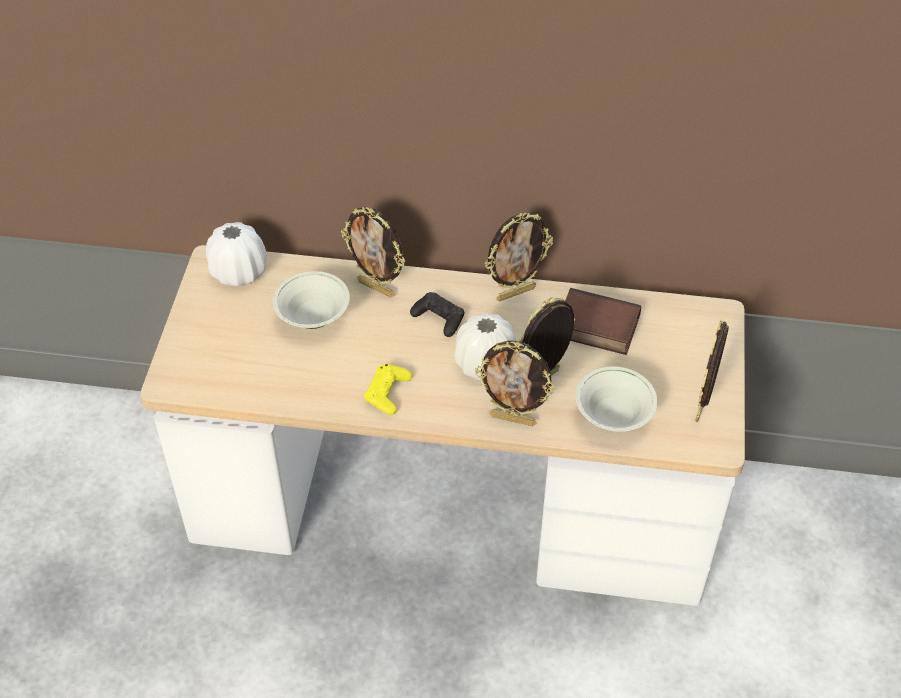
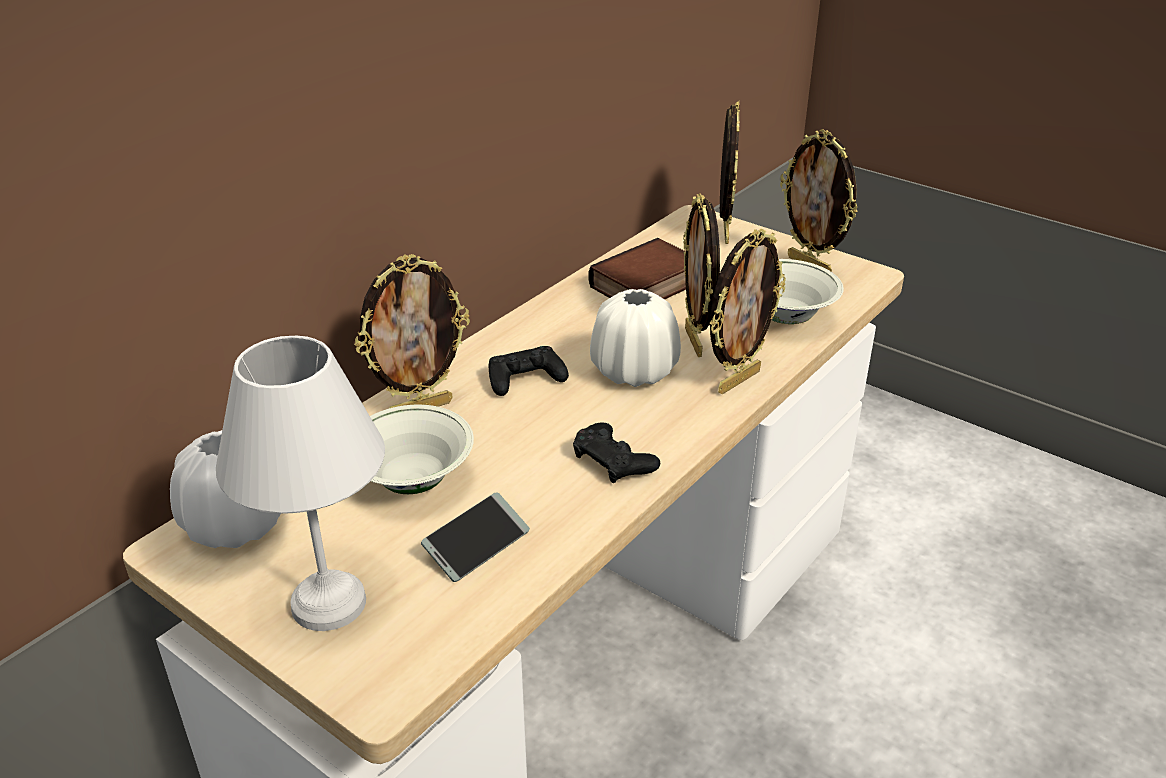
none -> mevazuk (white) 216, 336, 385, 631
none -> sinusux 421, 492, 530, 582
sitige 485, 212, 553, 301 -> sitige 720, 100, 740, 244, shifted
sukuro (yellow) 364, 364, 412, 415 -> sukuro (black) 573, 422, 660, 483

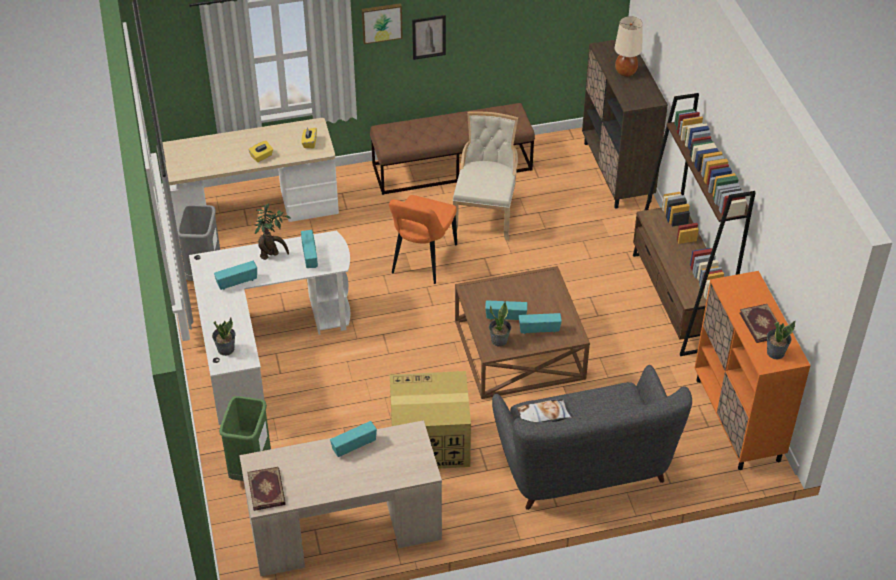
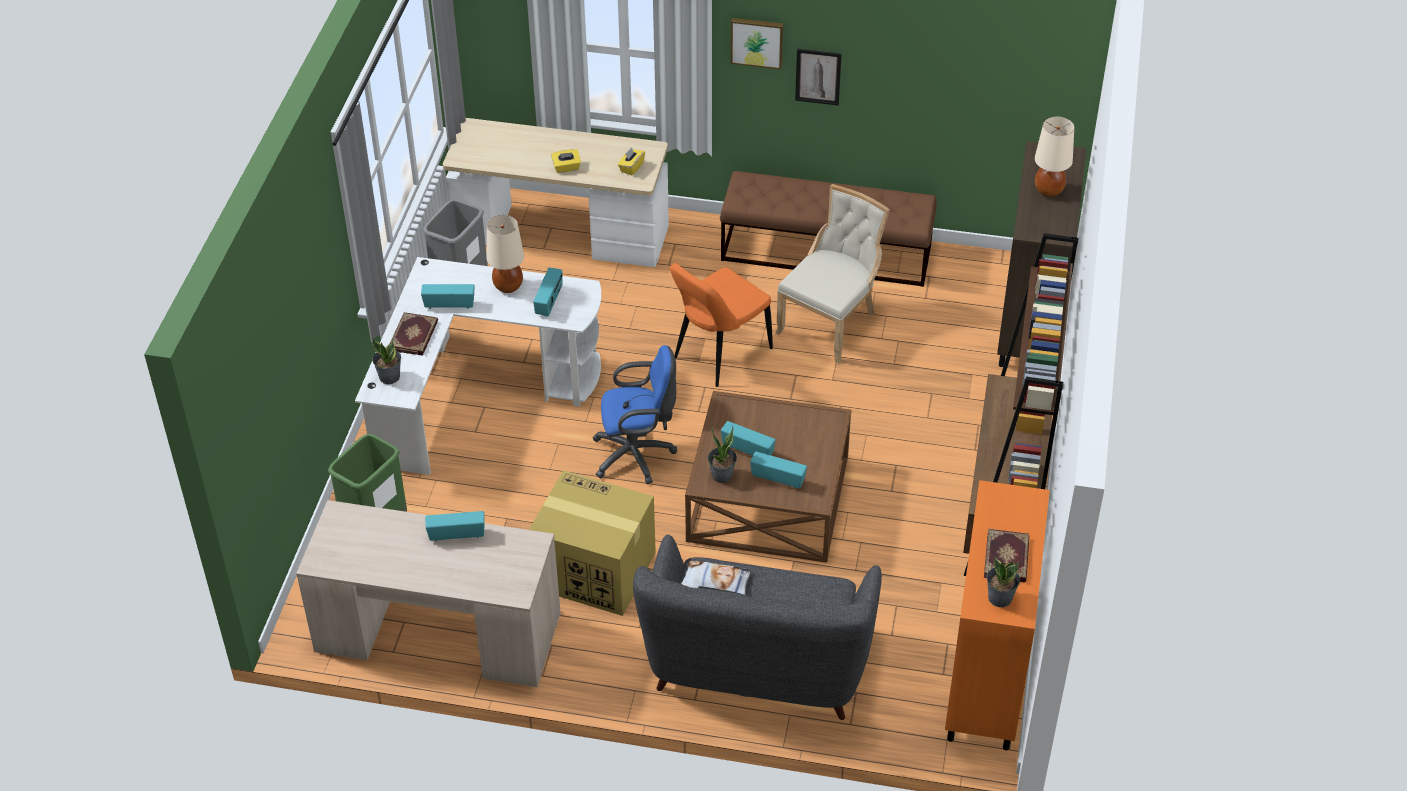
none -> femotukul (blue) 593, 345, 677, 484
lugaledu 247, 467, 286, 511 -> lugaledu 390, 312, 438, 355, shifted
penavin 255, 204, 291, 260 -> mevazuk (beige) 487, 215, 524, 293

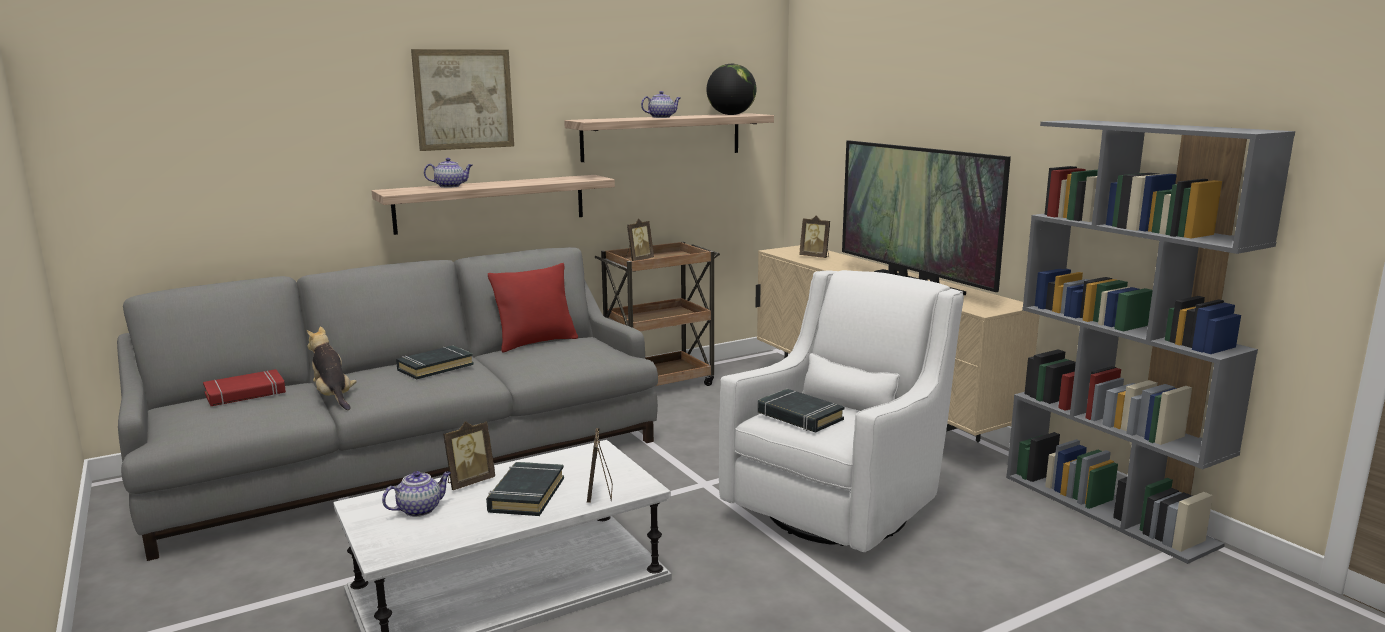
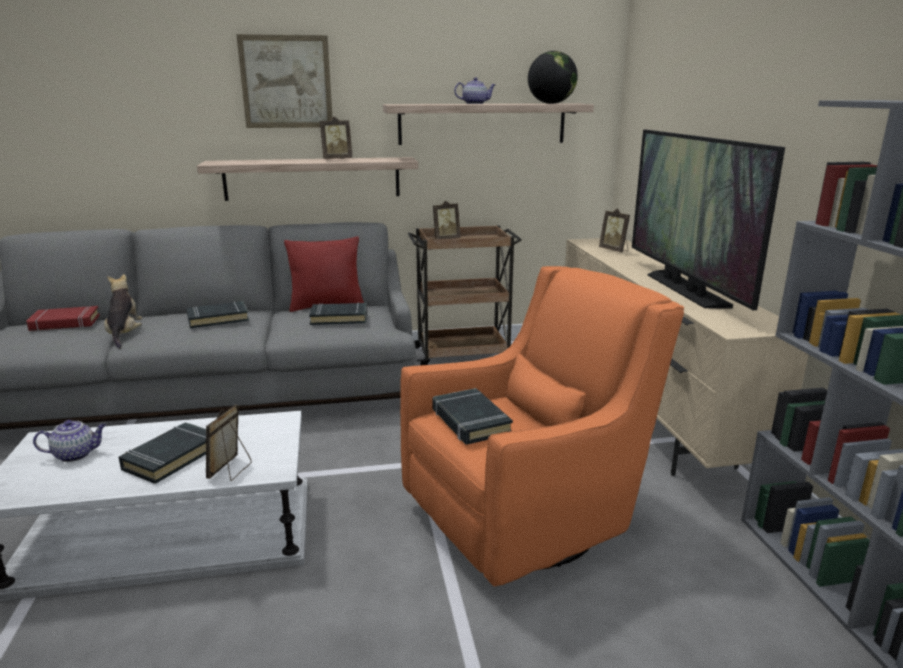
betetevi 424, 158, 473, 188 -> none
none -> lugaledu (black) 309, 303, 367, 325
sitige 443, 421, 495, 490 -> sitige 320, 116, 352, 159, shifted
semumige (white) 719, 270, 964, 552 -> semumige (orange) 400, 266, 684, 586

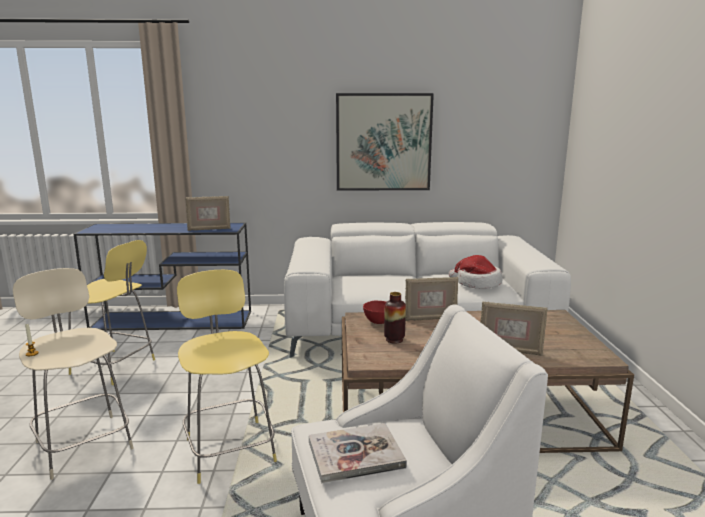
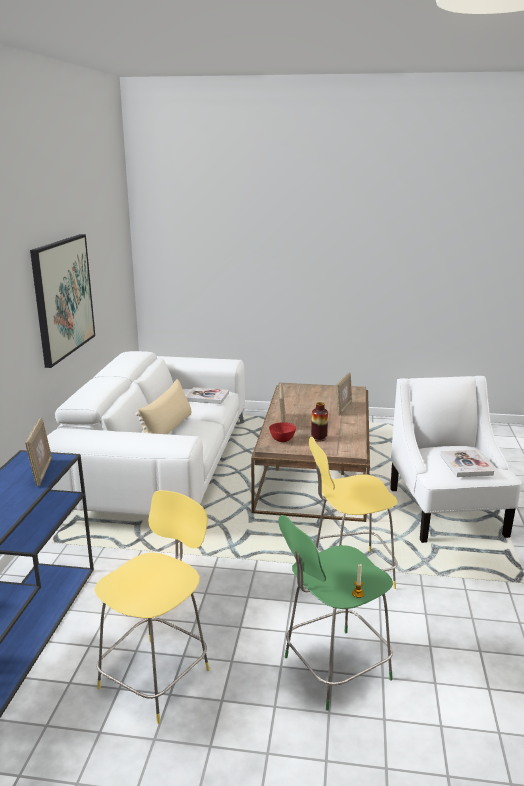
none -> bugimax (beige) 136, 379, 191, 434
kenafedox 449, 255, 502, 289 -> lugaledu 186, 387, 229, 404
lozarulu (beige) 13, 268, 134, 480 -> lozarulu (green) 278, 515, 393, 711

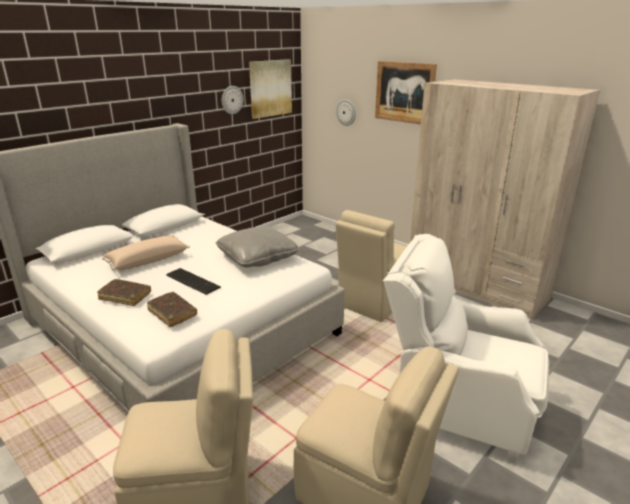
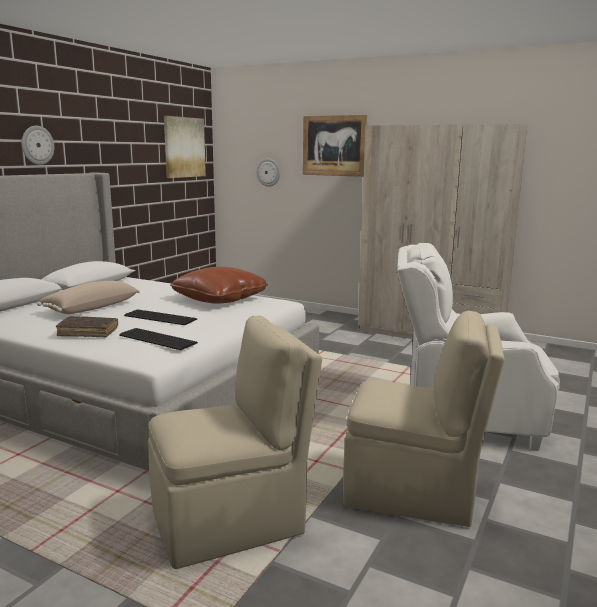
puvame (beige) 336, 210, 407, 322 -> none
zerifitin 221, 86, 243, 114 -> zerifitin 22, 126, 54, 165, shifted
lugaledu (brown) 147, 292, 197, 327 -> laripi 119, 328, 198, 350
bugimax (grey) 216, 226, 299, 267 -> bugimax (brown) 170, 267, 268, 304

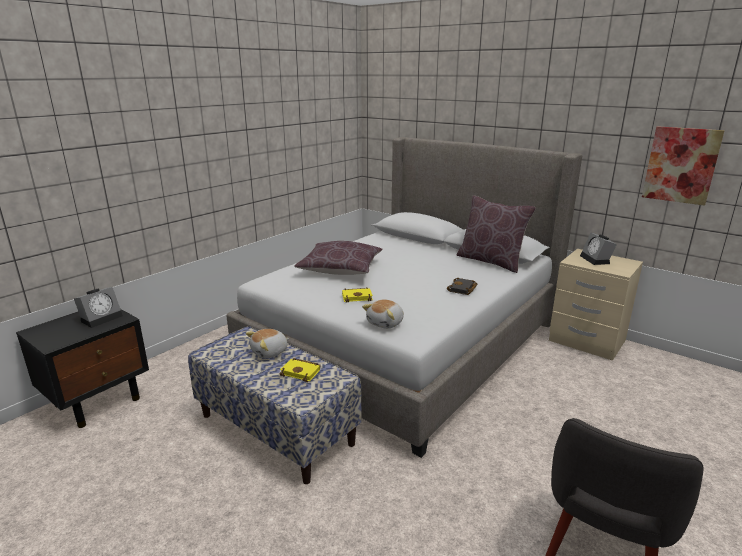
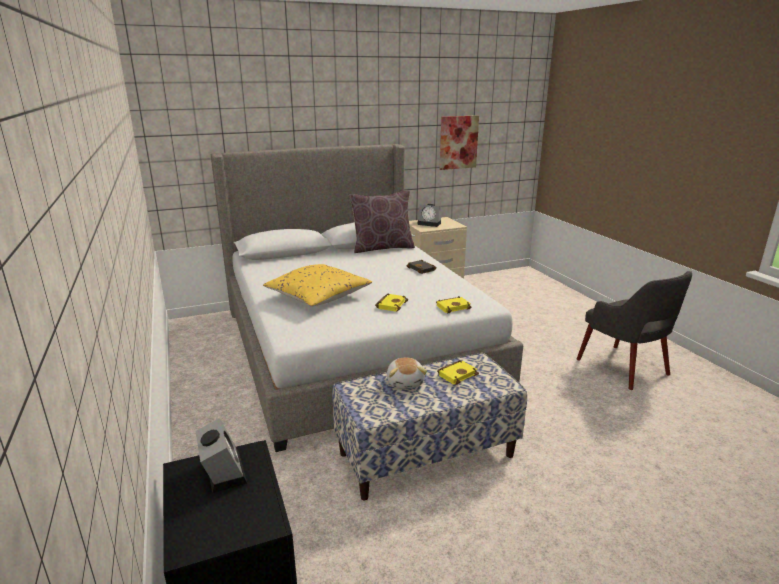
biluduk 362, 300, 404, 329 -> lugaledu (yellow) 436, 296, 471, 313
bugimax (brown) 294, 241, 383, 275 -> bugimax (yellow) 263, 264, 372, 307

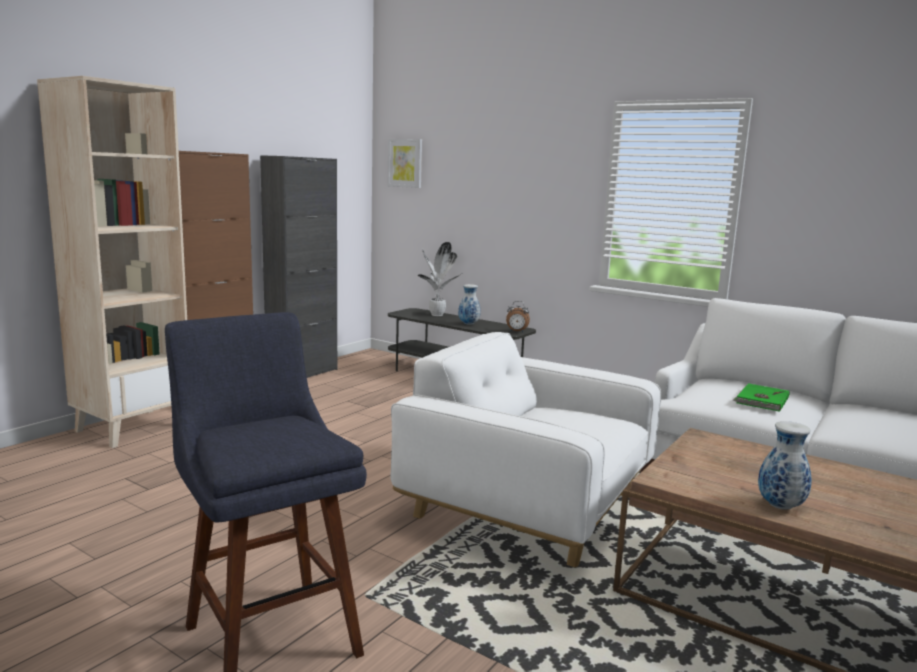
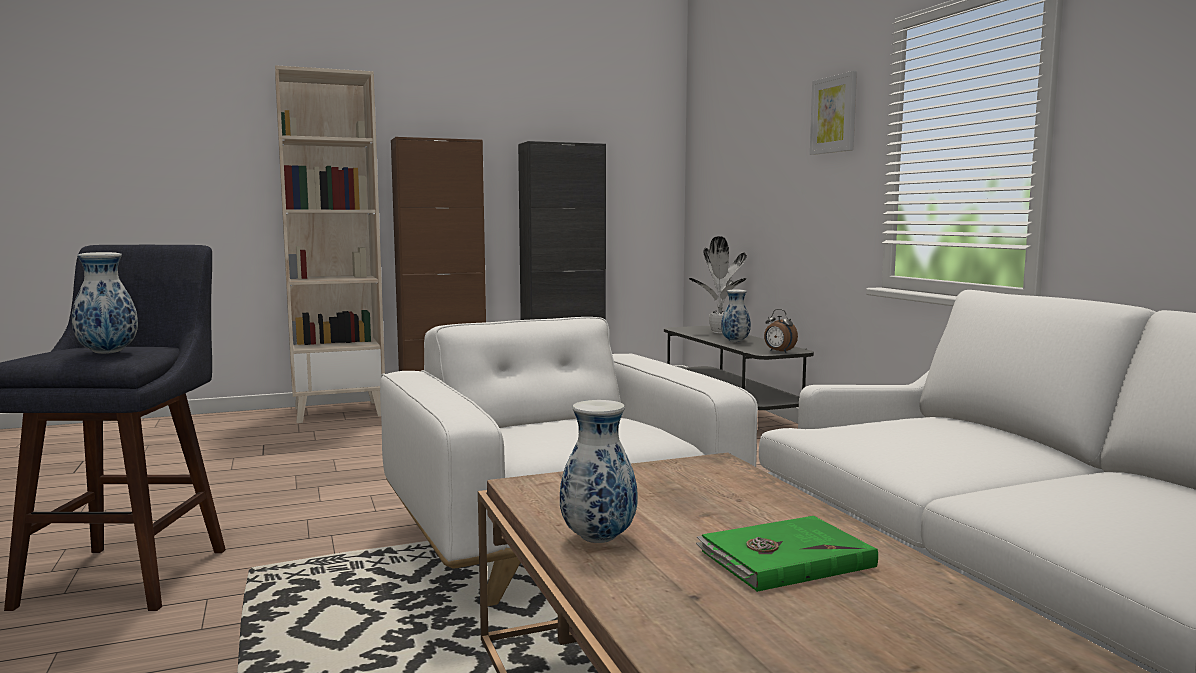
none -> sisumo 72, 252, 138, 354
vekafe 388, 139, 422, 188 -> vekafe 810, 71, 857, 155, shifted
lugaledu (green) 733, 383, 790, 412 -> lugaledu (green) 696, 516, 878, 592, shifted

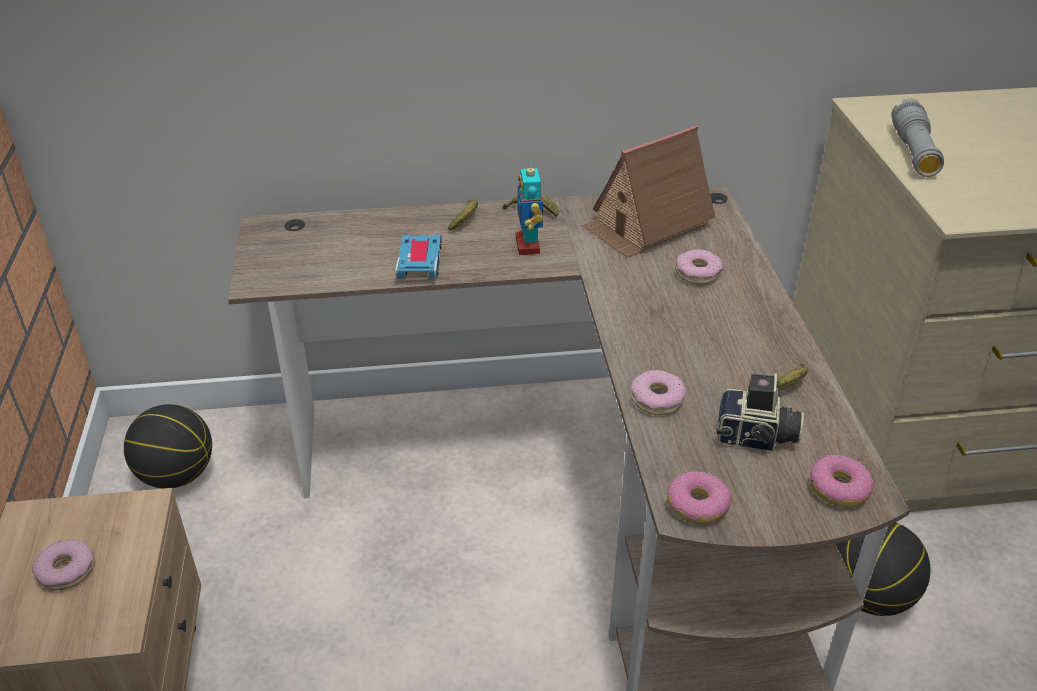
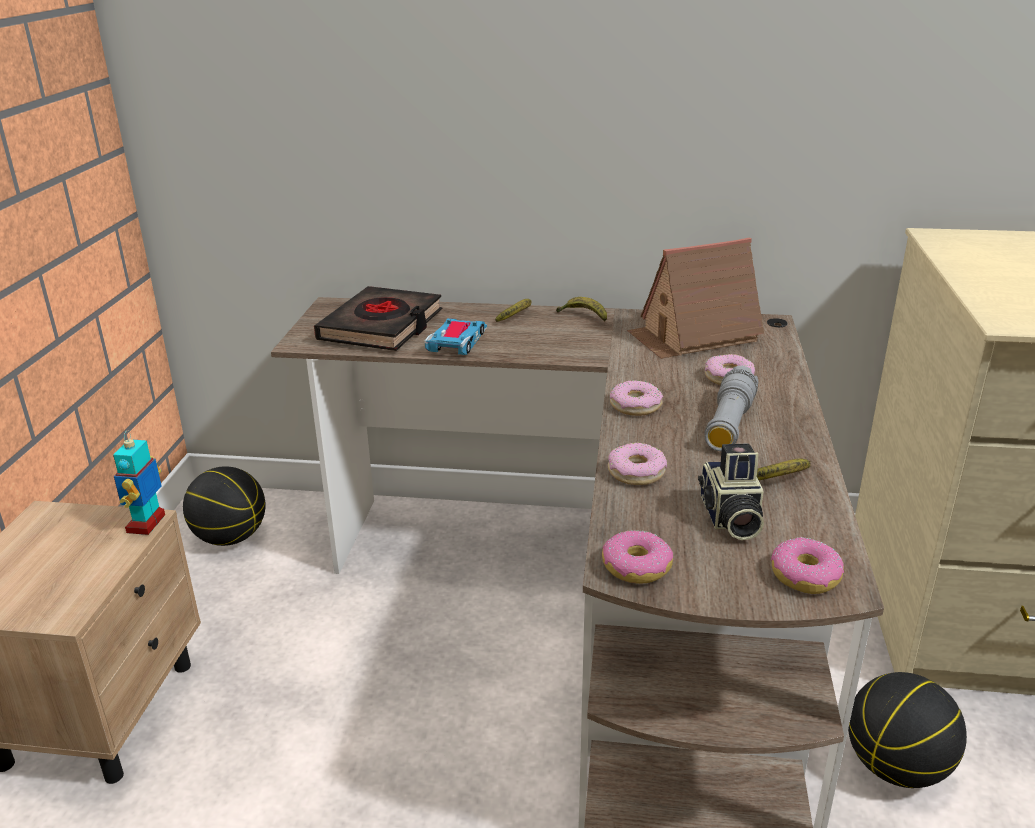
none -> lugaledu (black) 314, 286, 443, 351
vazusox 32, 539, 95, 590 -> vazusox 610, 380, 663, 416, shifted
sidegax 516, 160, 543, 255 -> sidegax 113, 430, 165, 535, shifted
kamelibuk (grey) 891, 99, 944, 177 -> kamelibuk (grey) 705, 366, 758, 451, shifted
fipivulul 716, 373, 804, 452 -> fipivulul 698, 443, 764, 540, 60 degrees clockwise

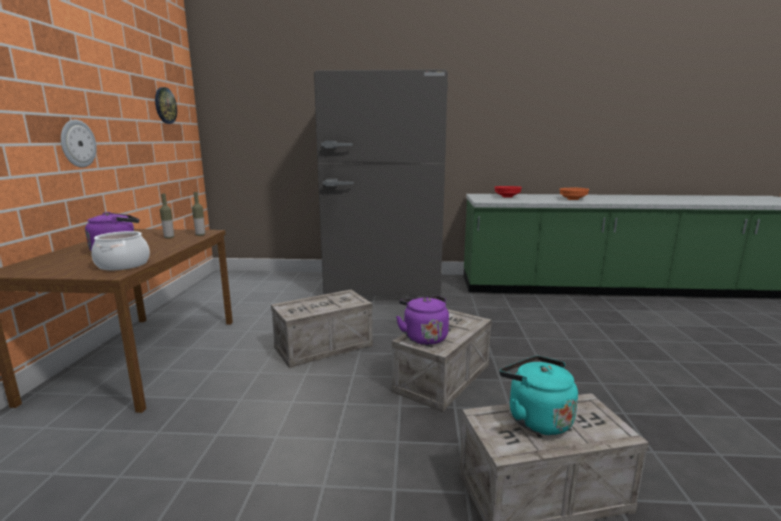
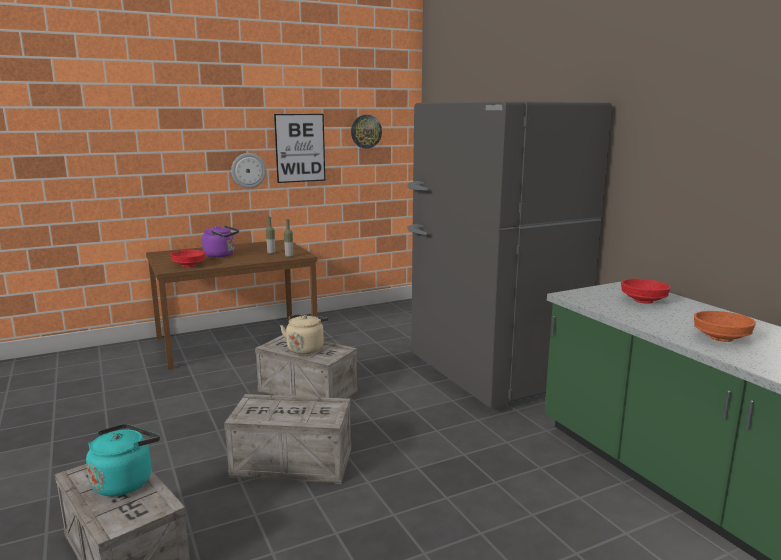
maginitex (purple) 396, 296, 449, 345 -> none
none -> vekafe 274, 114, 325, 183
none -> maginitex (beige) 280, 314, 328, 354
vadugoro 91, 231, 150, 270 -> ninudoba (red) 170, 250, 205, 267

